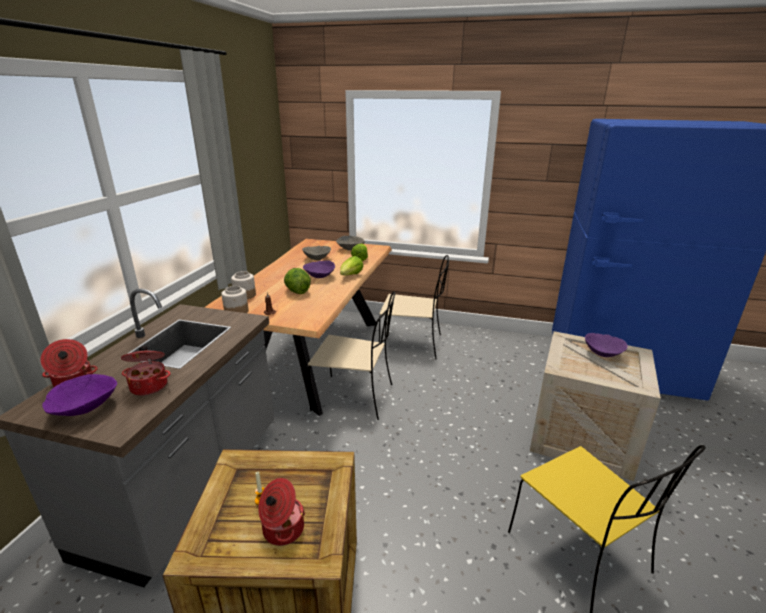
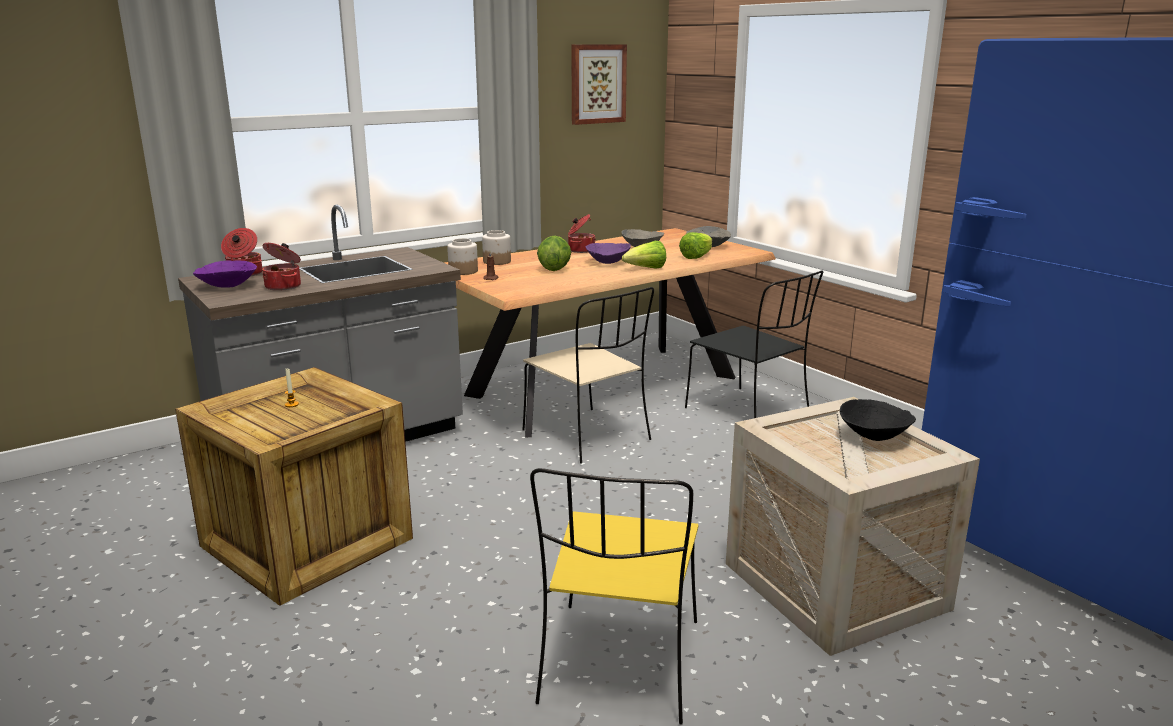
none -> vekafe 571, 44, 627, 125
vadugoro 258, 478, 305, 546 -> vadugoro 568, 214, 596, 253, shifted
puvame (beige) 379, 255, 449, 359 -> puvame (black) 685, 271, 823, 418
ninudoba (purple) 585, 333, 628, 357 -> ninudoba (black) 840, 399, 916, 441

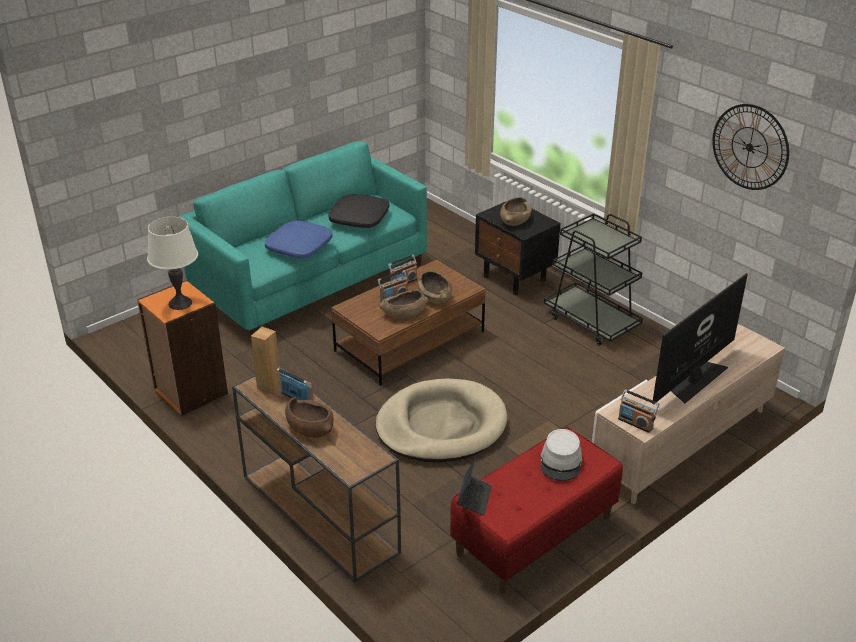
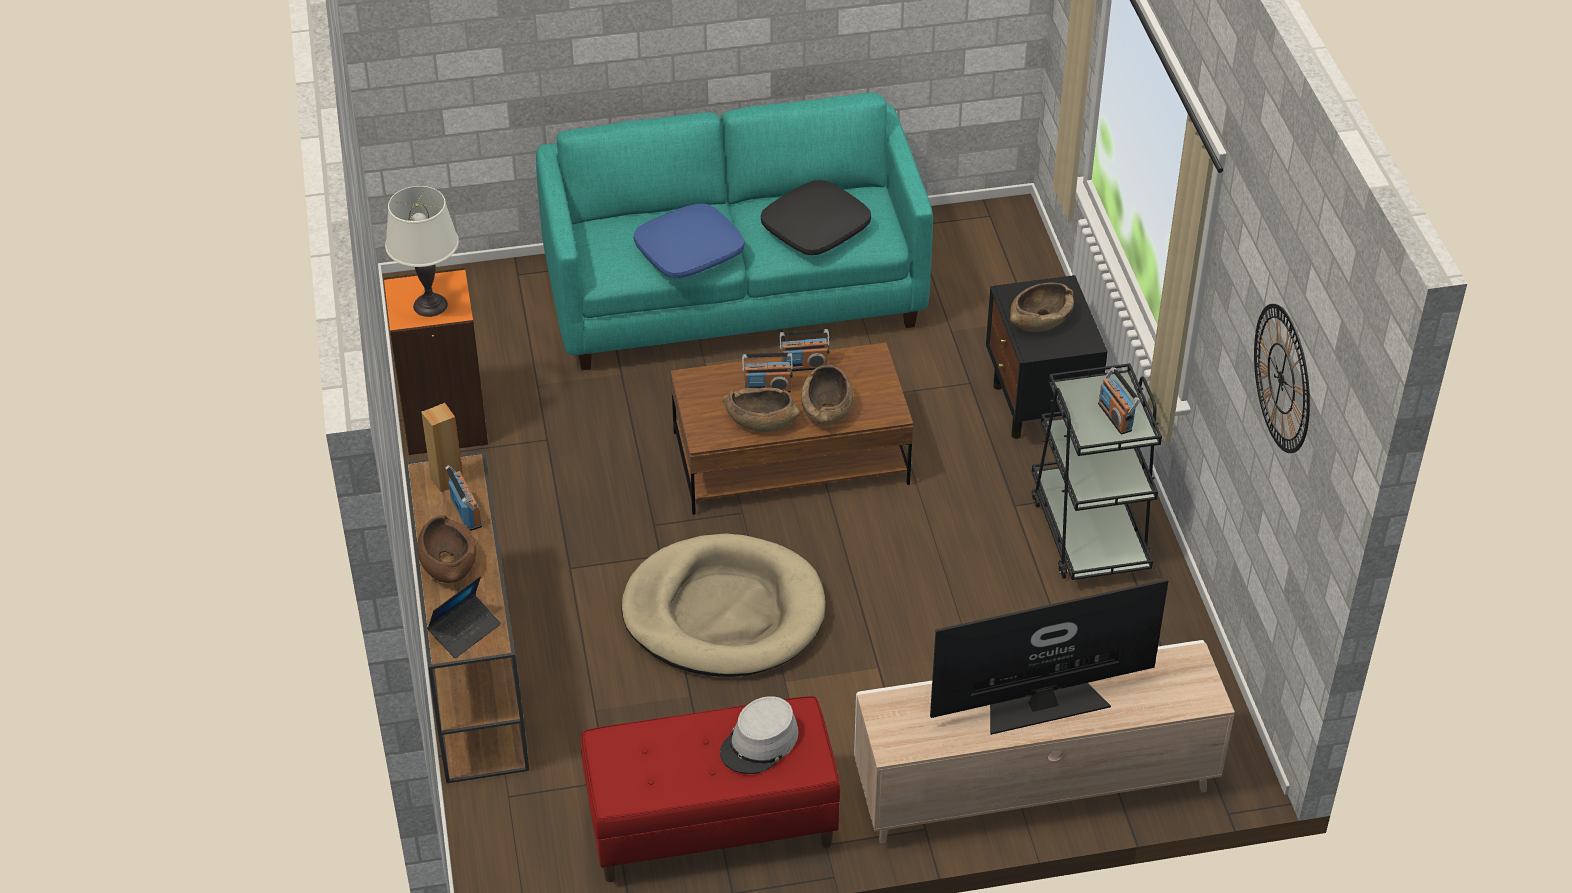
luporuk 457, 455, 492, 516 -> luporuk 427, 576, 501, 658, shifted
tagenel 618, 390, 659, 433 -> tagenel 1098, 367, 1140, 434, shifted

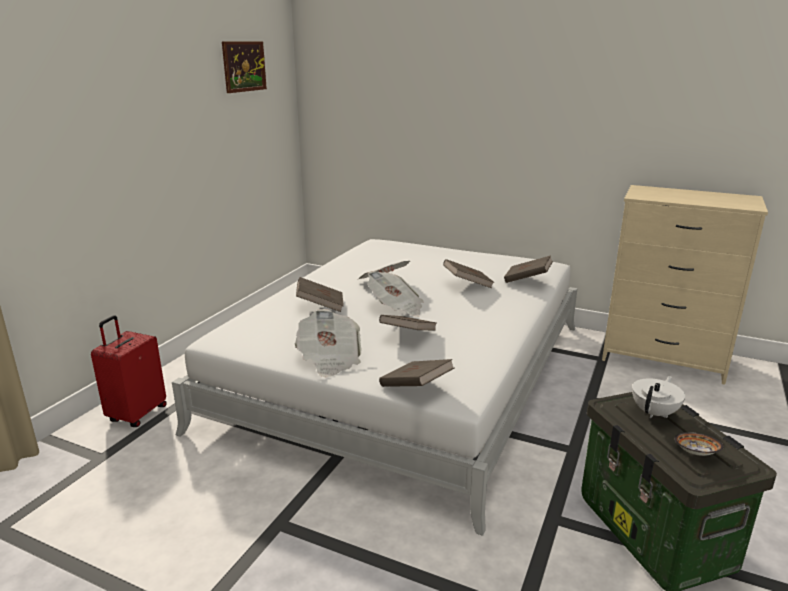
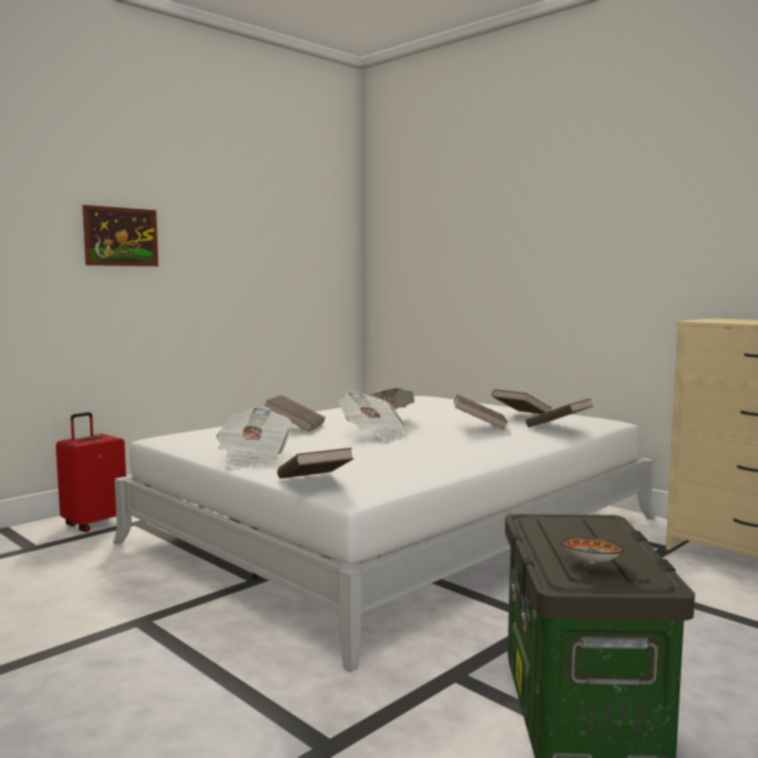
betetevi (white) 632, 376, 685, 418 -> none
vekafe 222, 41, 267, 93 -> vekafe 83, 205, 158, 266, shifted
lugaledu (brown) 379, 315, 437, 331 -> lugaledu (brown) 492, 389, 551, 414, shifted

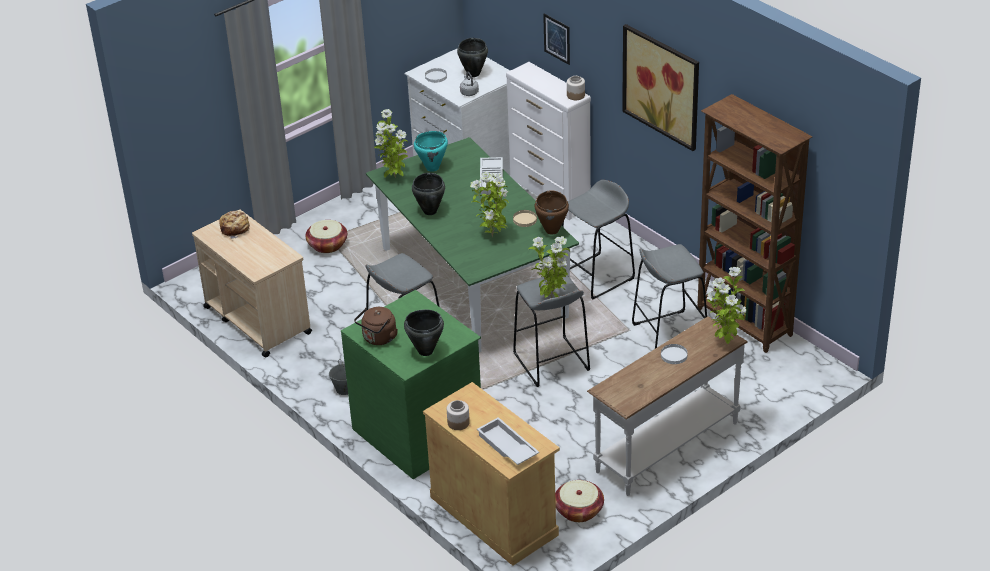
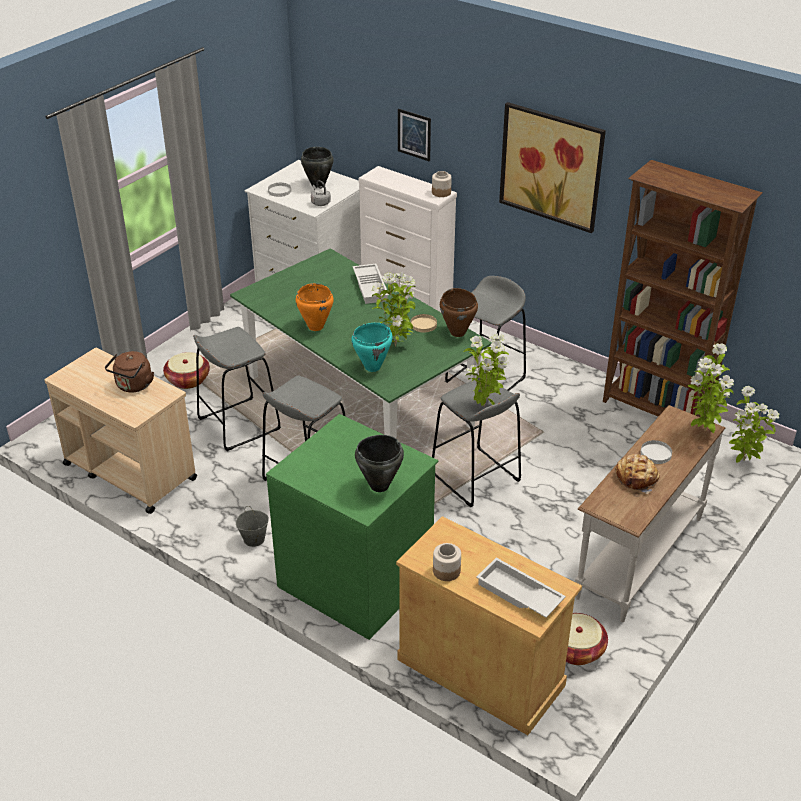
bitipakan 219, 211, 250, 239 -> bitipakan 615, 454, 660, 494, shifted
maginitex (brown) 354, 307, 398, 345 -> maginitex (brown) 105, 351, 154, 393, shifted
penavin 374, 109, 408, 178 -> penavin 729, 386, 779, 463, shifted
vadugoro (turquoise) 414, 131, 448, 172 -> vadugoro (turquoise) 351, 323, 393, 372, shifted
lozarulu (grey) 632, 244, 707, 349 -> lozarulu (grey) 193, 327, 281, 451, shifted
vadugoro (black) 412, 173, 445, 215 -> vadugoro (orange) 296, 283, 333, 331

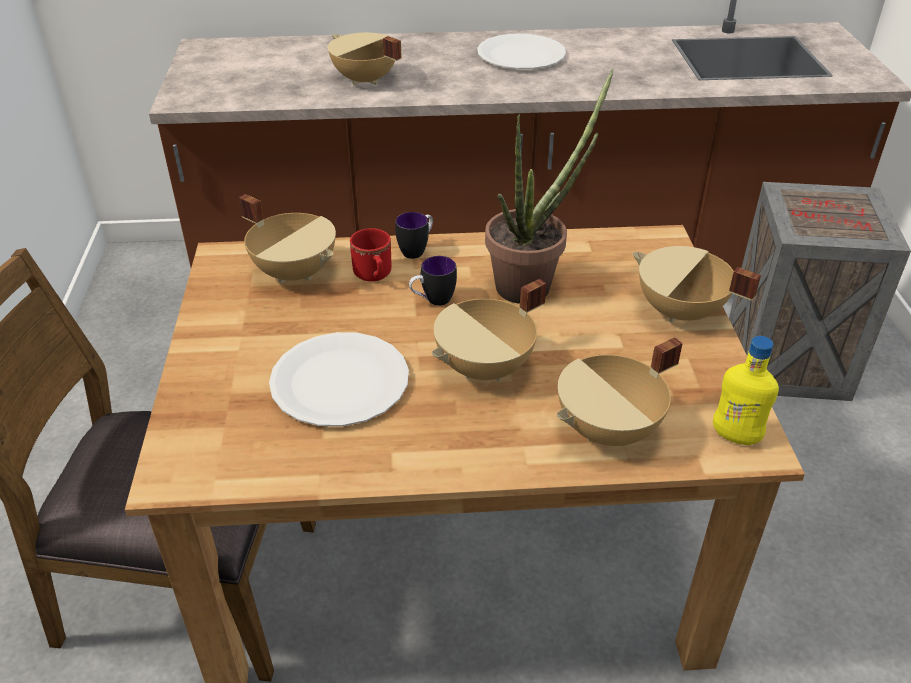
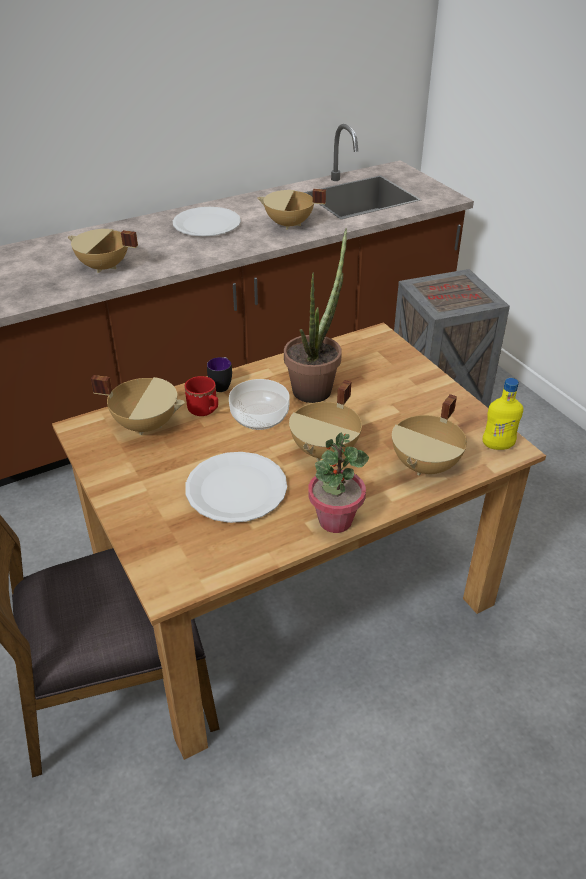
none -> penavin 308, 433, 369, 533
vadugoro (beige) 633, 246, 761, 323 -> vadugoro (beige) 257, 189, 326, 230, shifted
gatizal 409, 256, 457, 306 -> ninudoba 229, 379, 290, 430

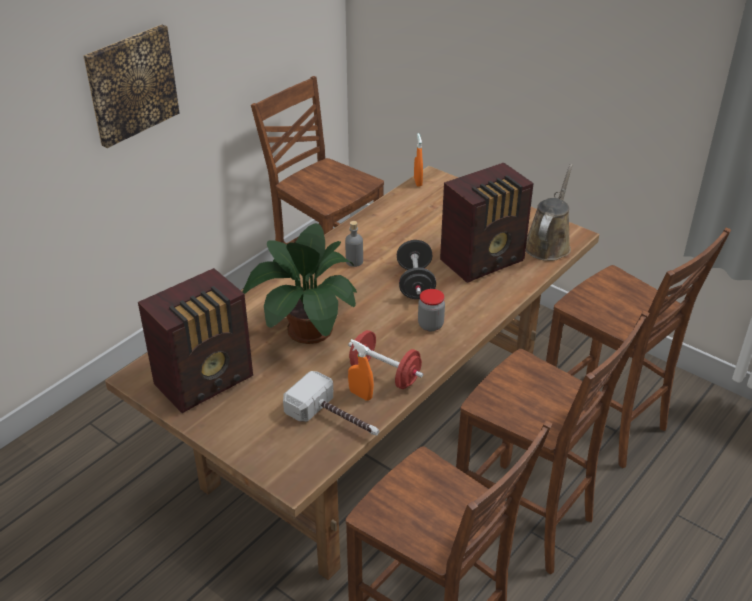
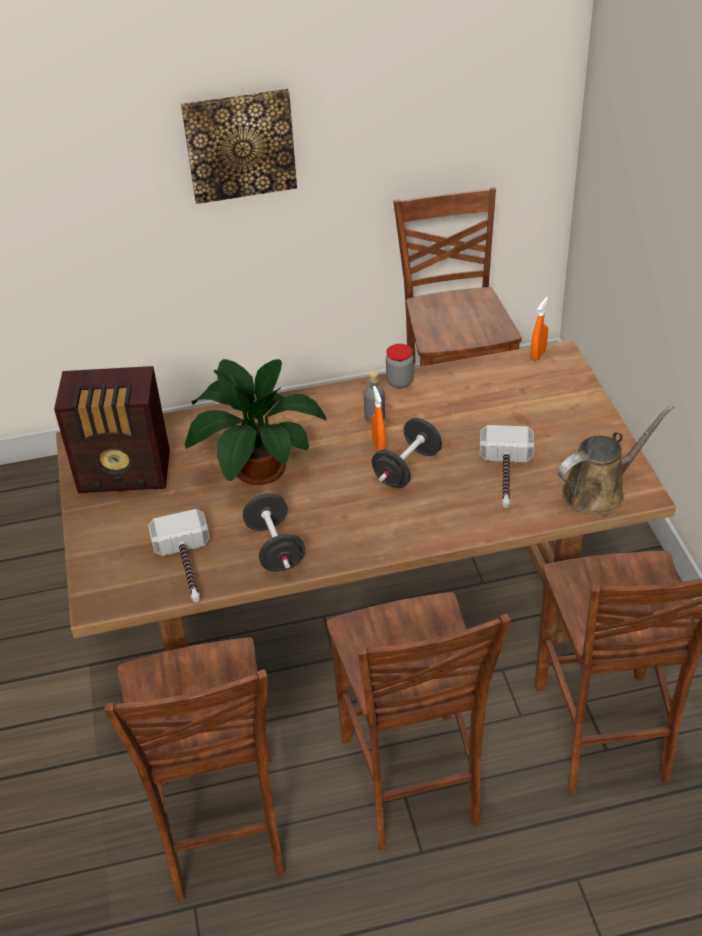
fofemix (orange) 348, 339, 374, 401 -> fofemix (orange) 371, 386, 386, 452, shifted
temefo 418, 289, 445, 331 -> temefo 386, 344, 414, 388, shifted
tagenel 440, 163, 534, 283 -> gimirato 480, 425, 534, 508
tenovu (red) 348, 330, 423, 389 -> tenovu (black) 242, 493, 305, 572

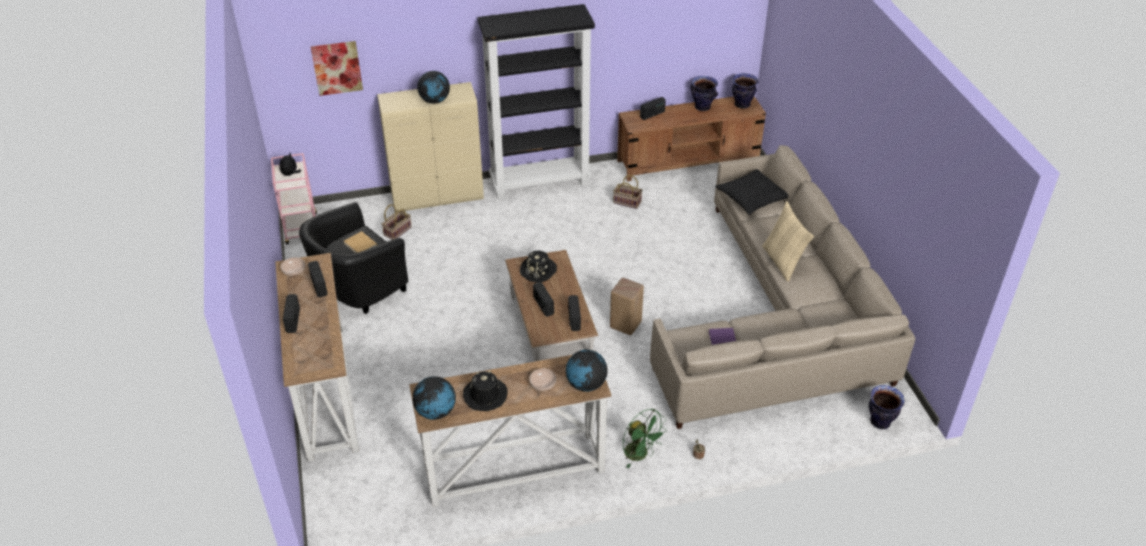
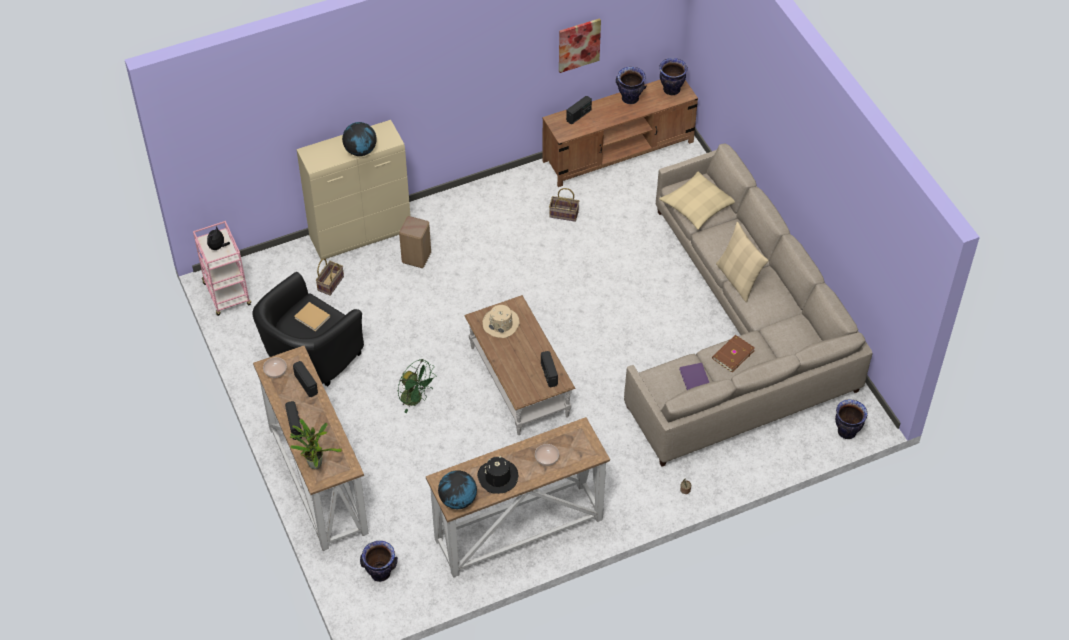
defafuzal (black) 478, 4, 595, 199 -> none
tagenel 533, 282, 554, 317 -> none
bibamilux 566, 350, 608, 392 -> none
none -> penavin 290, 419, 342, 469
none -> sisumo 360, 541, 398, 582
none -> lugaledu (brown) 712, 335, 755, 372
vekafe 311, 41, 363, 96 -> vekafe 559, 18, 601, 73, shifted
lozarulu (beige) 610, 278, 644, 335 -> lozarulu (beige) 399, 216, 431, 268, shifted
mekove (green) 623, 409, 667, 468 -> mekove (green) 398, 359, 437, 413, shifted
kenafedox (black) 520, 251, 557, 283 -> kenafedox (beige) 482, 305, 520, 338
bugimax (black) 715, 169, 788, 215 -> bugimax (beige) 659, 172, 735, 230

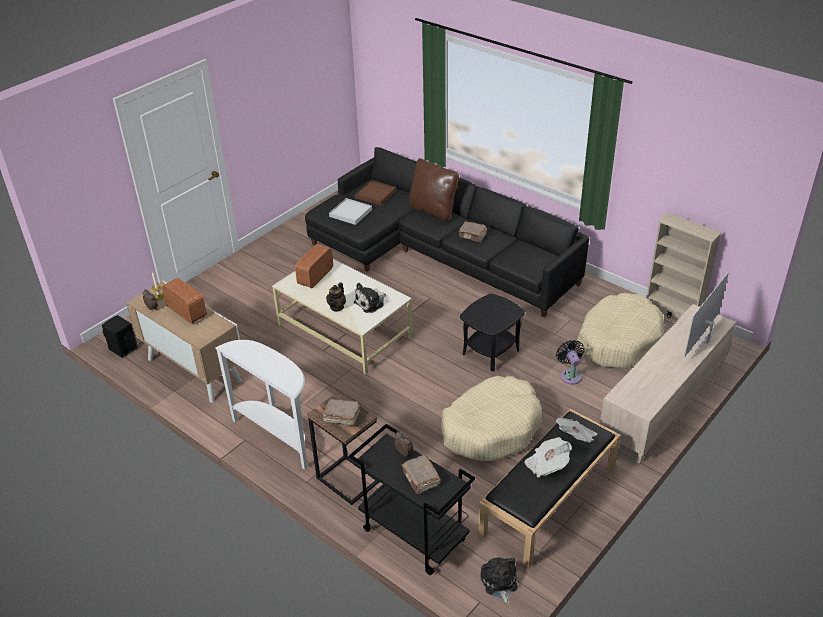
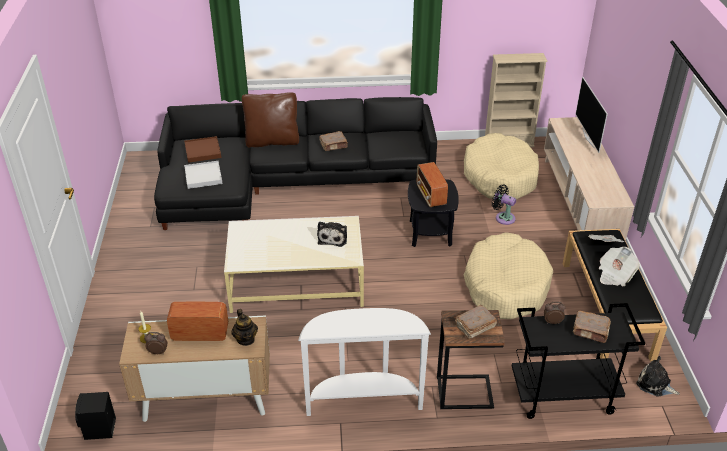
tagenel 295, 244, 333, 288 -> tagenel 417, 162, 448, 208, shifted
betetevi 326, 282, 346, 312 -> betetevi 232, 309, 258, 346, shifted

